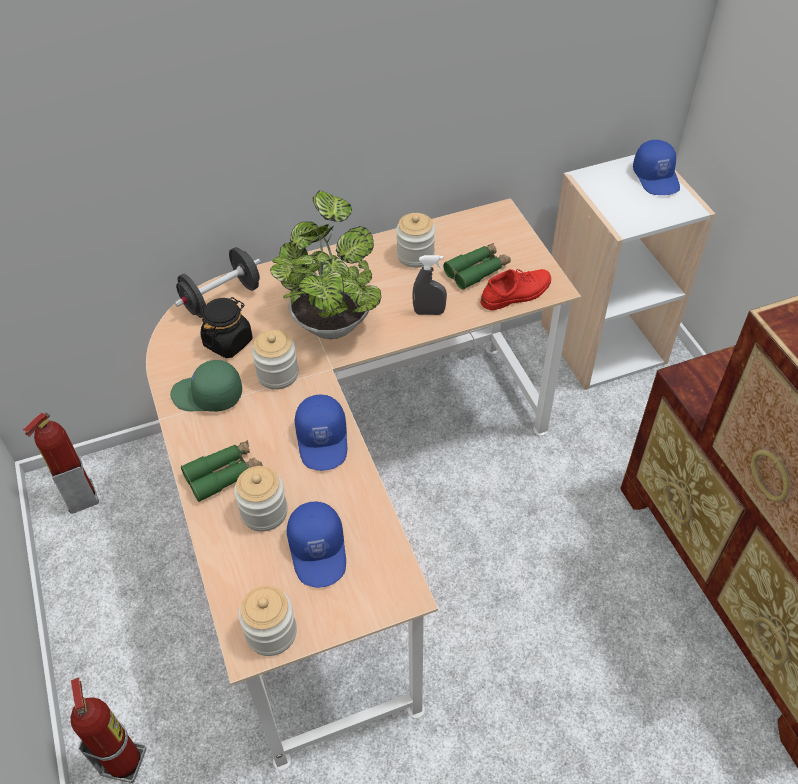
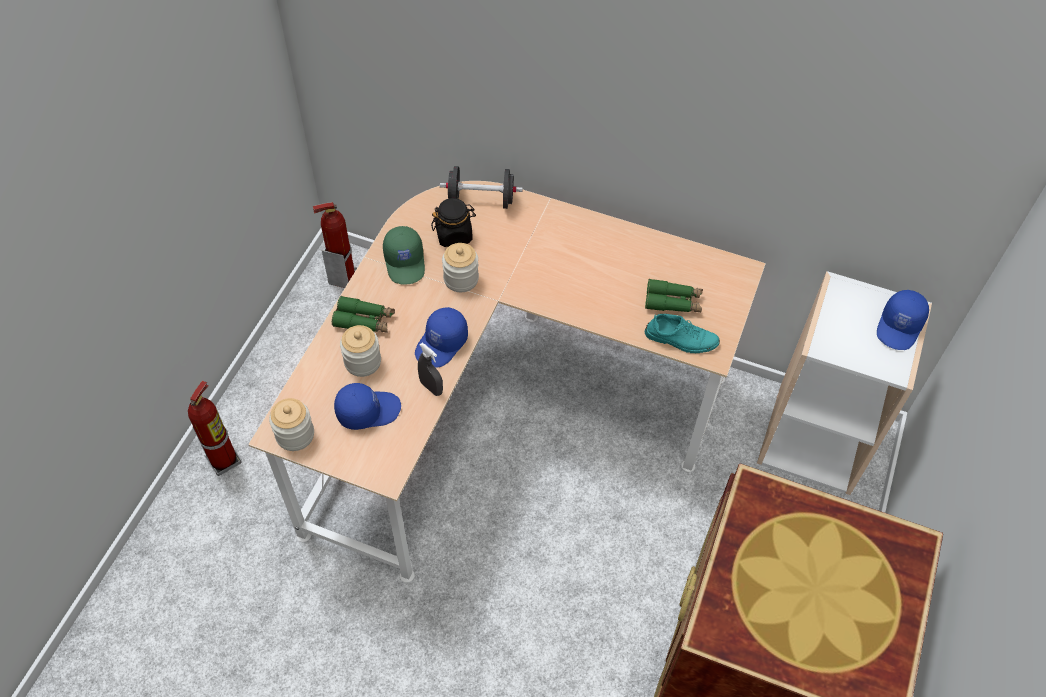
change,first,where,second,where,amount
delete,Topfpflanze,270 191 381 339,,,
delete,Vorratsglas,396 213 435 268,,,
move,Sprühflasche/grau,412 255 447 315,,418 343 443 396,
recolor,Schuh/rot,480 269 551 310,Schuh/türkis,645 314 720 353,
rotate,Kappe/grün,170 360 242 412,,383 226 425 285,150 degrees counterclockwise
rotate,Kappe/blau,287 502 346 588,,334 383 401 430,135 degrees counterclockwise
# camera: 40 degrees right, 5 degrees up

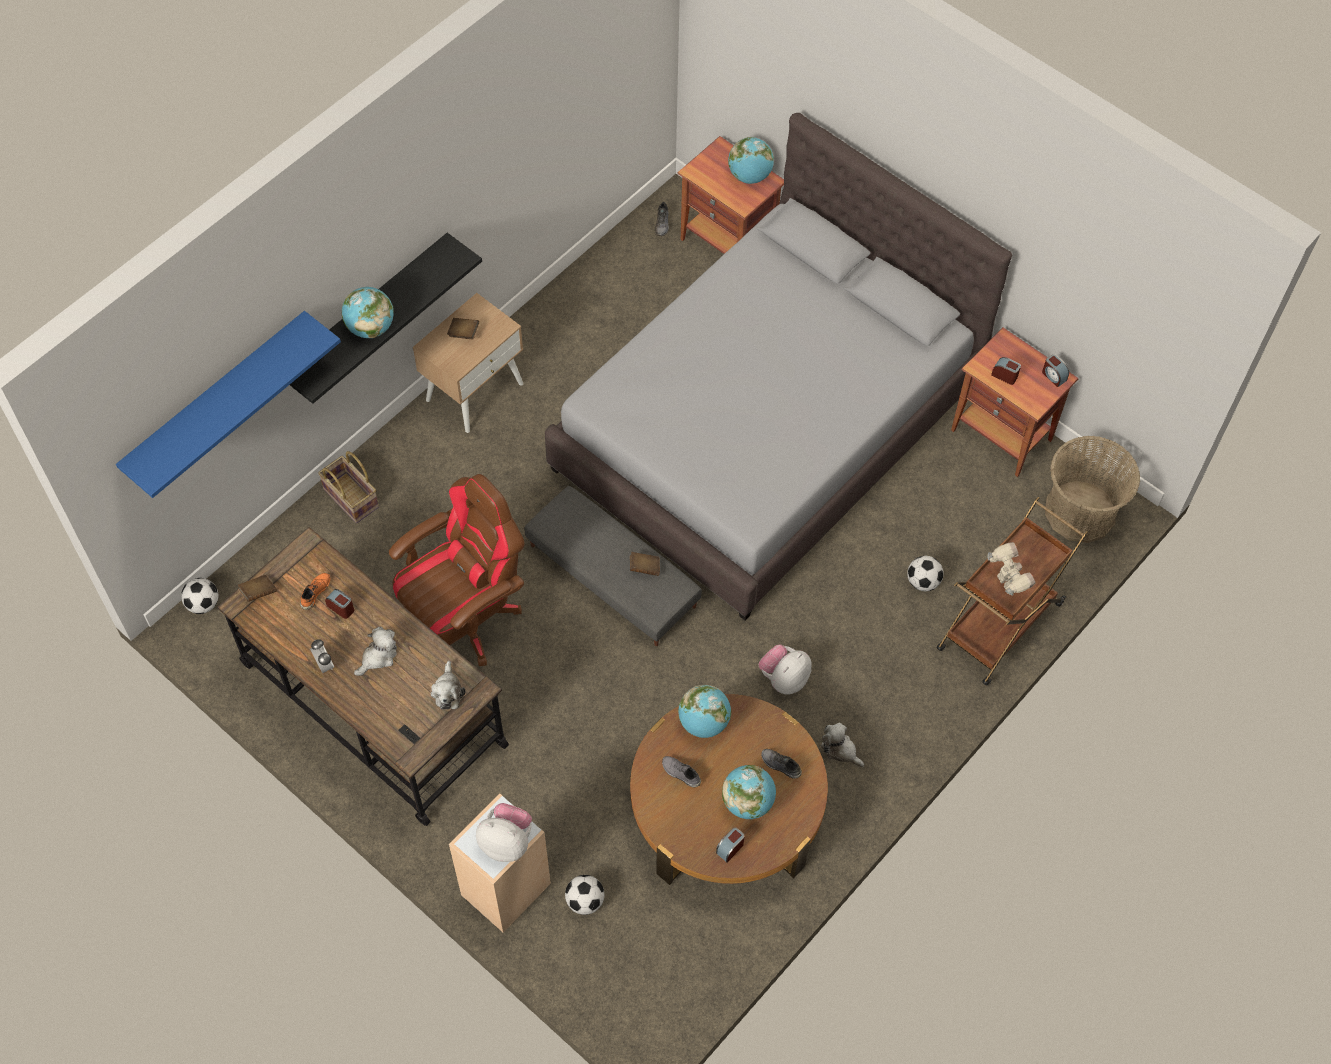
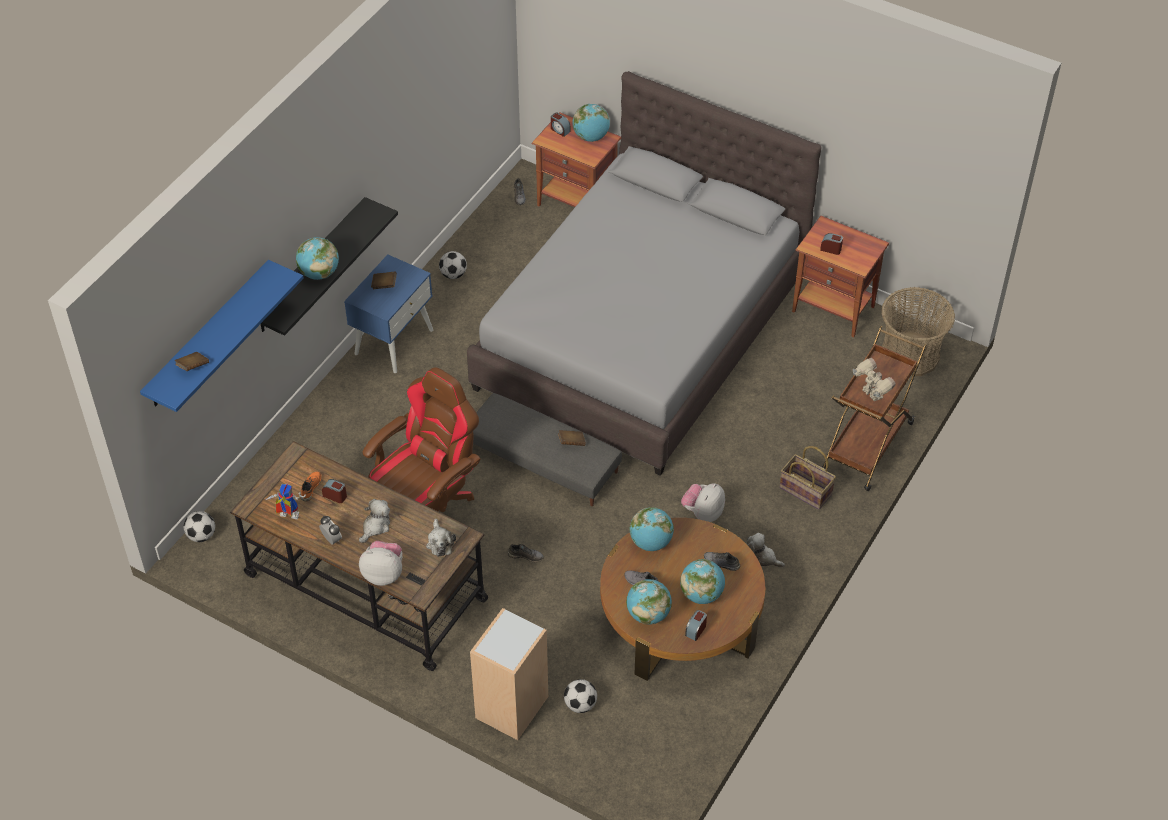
change,first,where,second,where,amount
insert,,,Spielzeugroboter,265 484 306 519,
insert,,,Schuh/grau,508 544 544 562,
insert,,,Globus,626 579 672 625,
move,Buch/braun,238 575 277 602,,175 352 209 371,
move,Korb,318 451 379 523,,780 446 836 510,
move,Plüschtier,476 803 532 862,,359 541 403 586,
move,Fußball,907 556 944 591,,439 251 467 279,
move,Wecker,1042 354 1069 387,,551 112 570 137,
recolor,Nachttisch/beige,413 293 524 433,Nachttisch/blau,344 254 433 373,
# camera: 10 degrees left, 10 degrees down

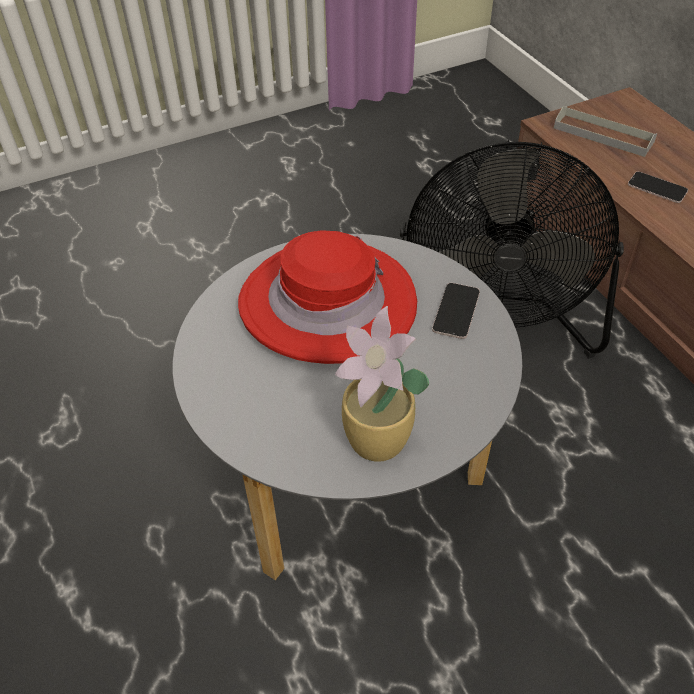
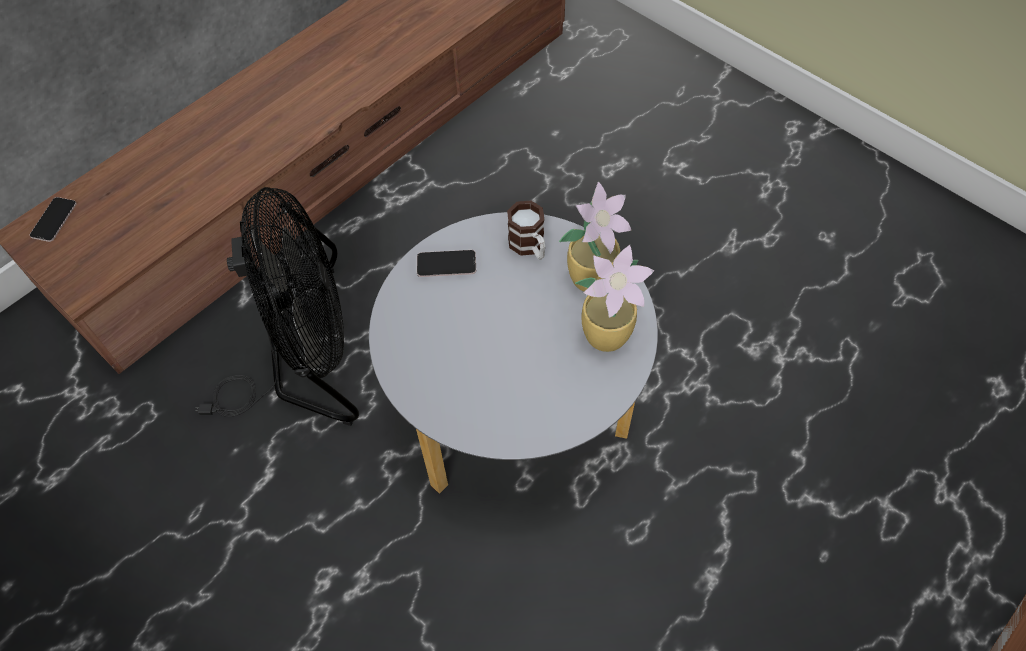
change,first,where,second,where,amount
delete,Hut/rot,238 230 417 364,,,
delete,Tablett/grau,554 106 657 157,,,
insert,,,Henkelbecher,507 201 546 260,
insert,,,Topfpflanze,575 244 655 352,
move,Handy,628 172 688 203,,30 197 77 242,
# camera: 110 degrees left, 10 degrees up

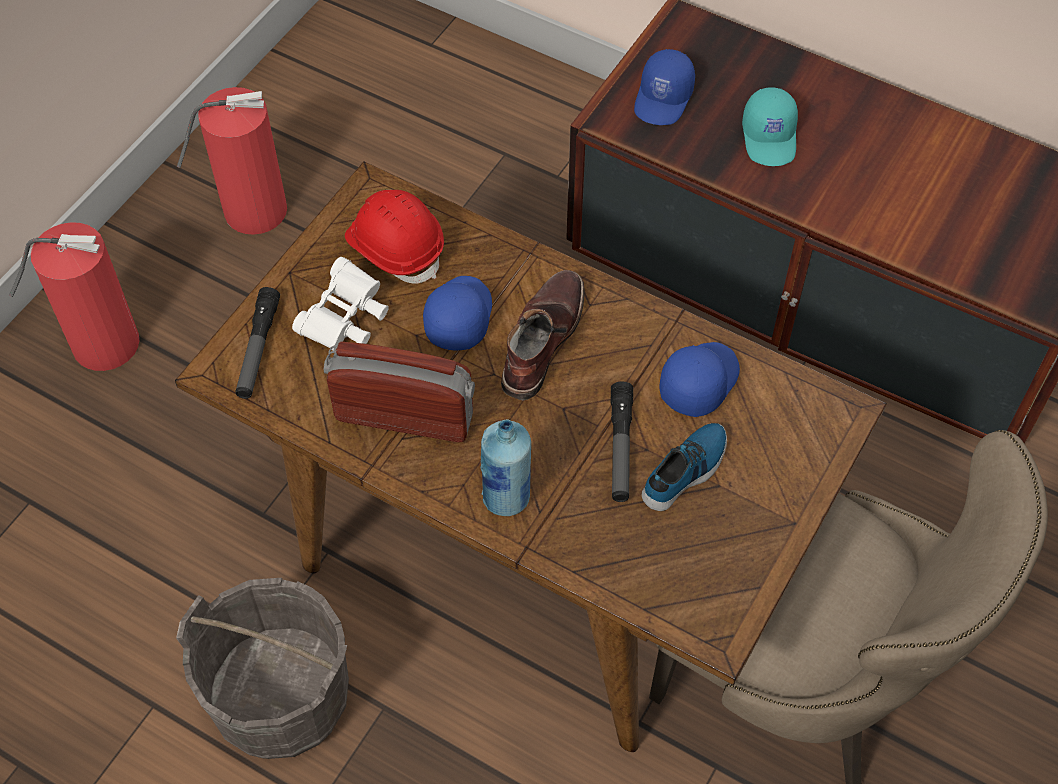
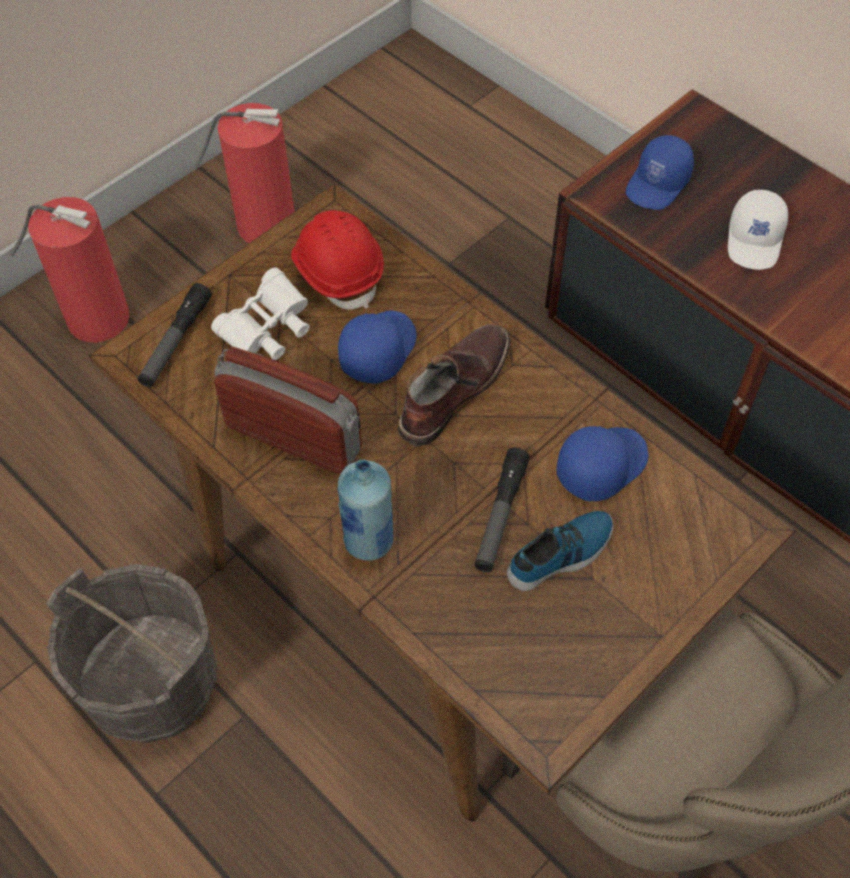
change,first,where,second,where,amount
recolor,Kappe/türkis,742 87 798 166,Kappe/weiß,728 190 788 270,
# camera: 15 degrees right, 0 degrees up

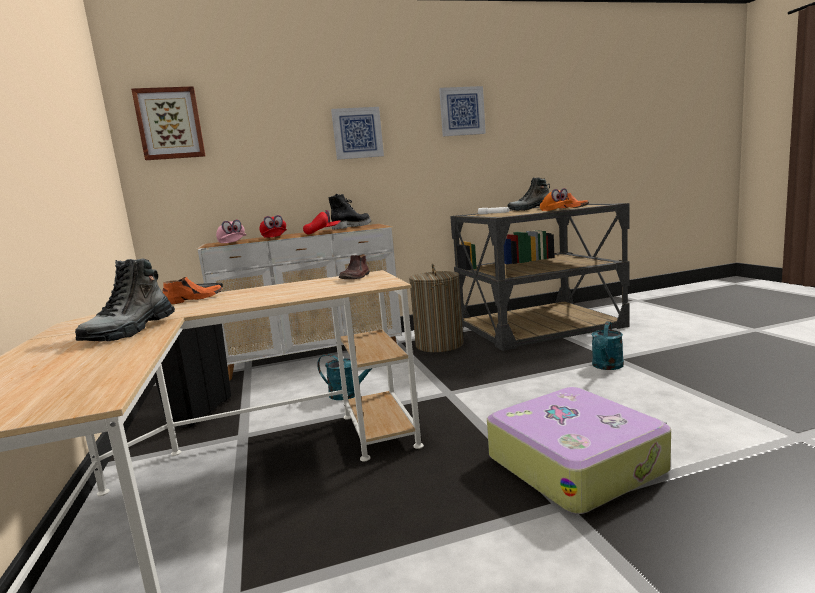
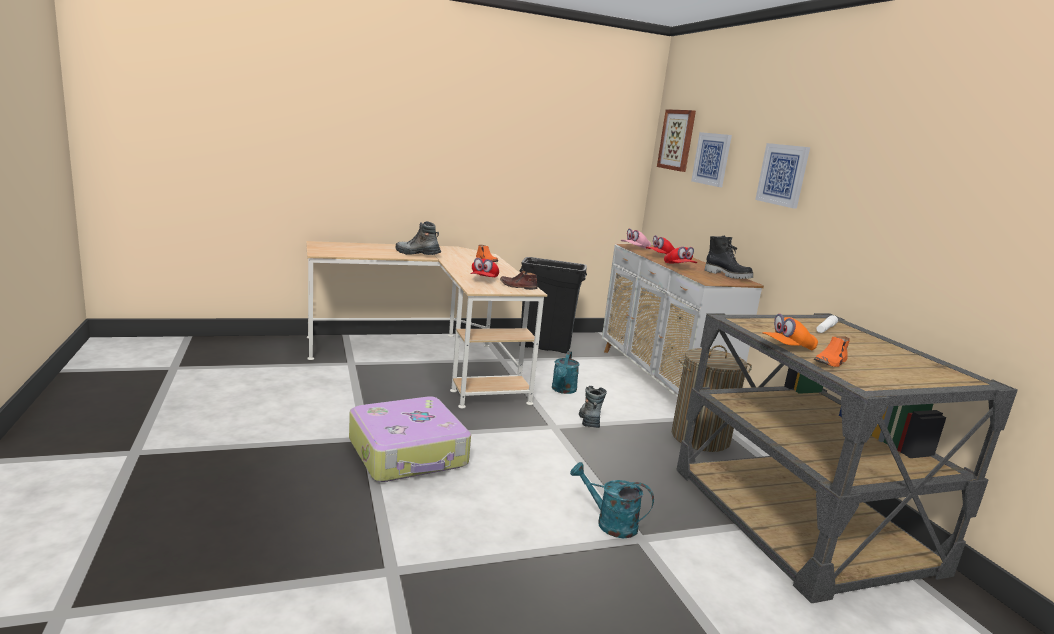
change,first,where,second,where,amount
insert,,,Kappe/rot,470 258 499 277,
move,Bild,439 86 486 136,,691 132 732 187,
move,Stiefel,508 178 550 211,,579 386 607 428,
# camera: 85 degrees right, 5 degrees up

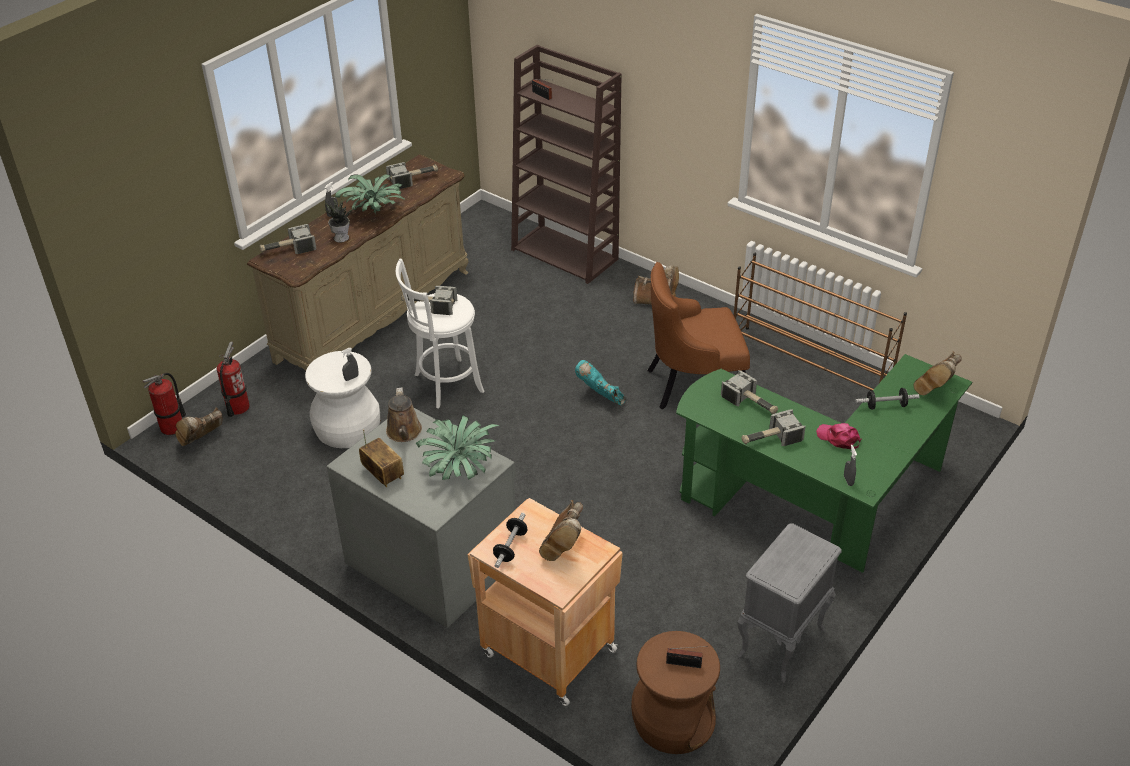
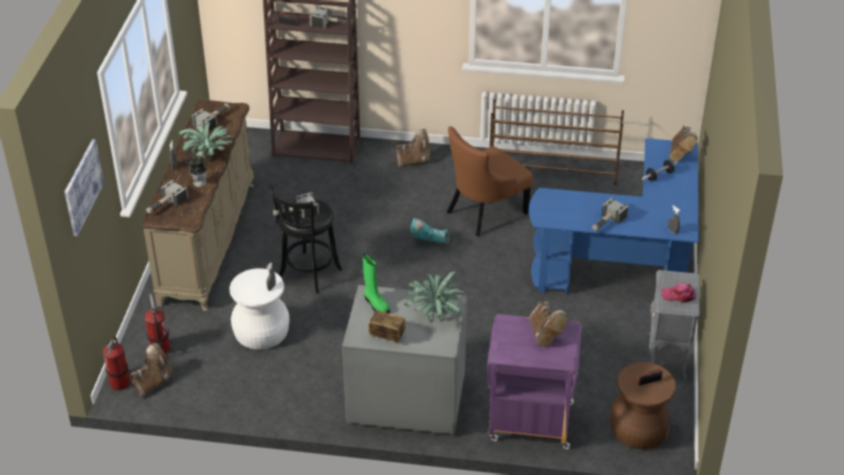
change,first,where,second,where,amount
delete,Hantel,493 513 527 568,,,
insert,,,Bild,65 139 104 236,
move,Hammer,721 370 778 414,,310 6 352 29,
move,Kappe/rosa,816 423 862 449,,661 282 696 302,
replace,Gießkanne/braun,386 387 422 442,Stiefel/grün,363 253 390 313,
recolor,Hocker/weiß,396 258 484 409,Hocker/schwarz,268 183 342 293,
recolor,Rollwagen/braun,467 498 623 706,Rollwagen/lila,487 314 582 449,
recolor,Schreibtisch/grün,676 354 972 573,Schreibtisch/blau,529 138 699 295,
rotate,Stiefel/braun,175 408 222 446,,130 343 173 398,150 degrees counterclockwise
# camera: 30 degrees left, 0 degrees up

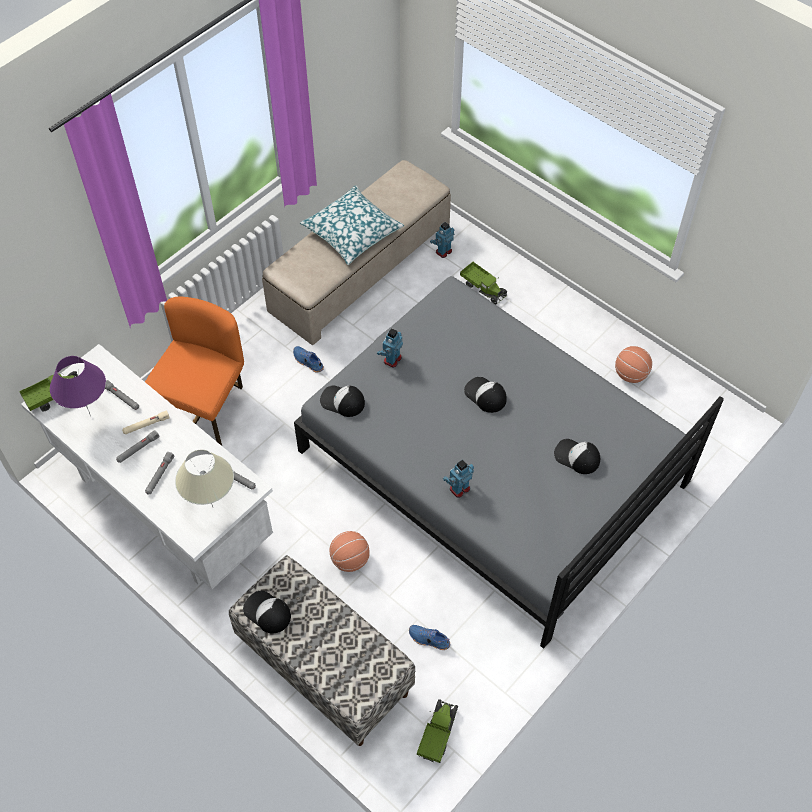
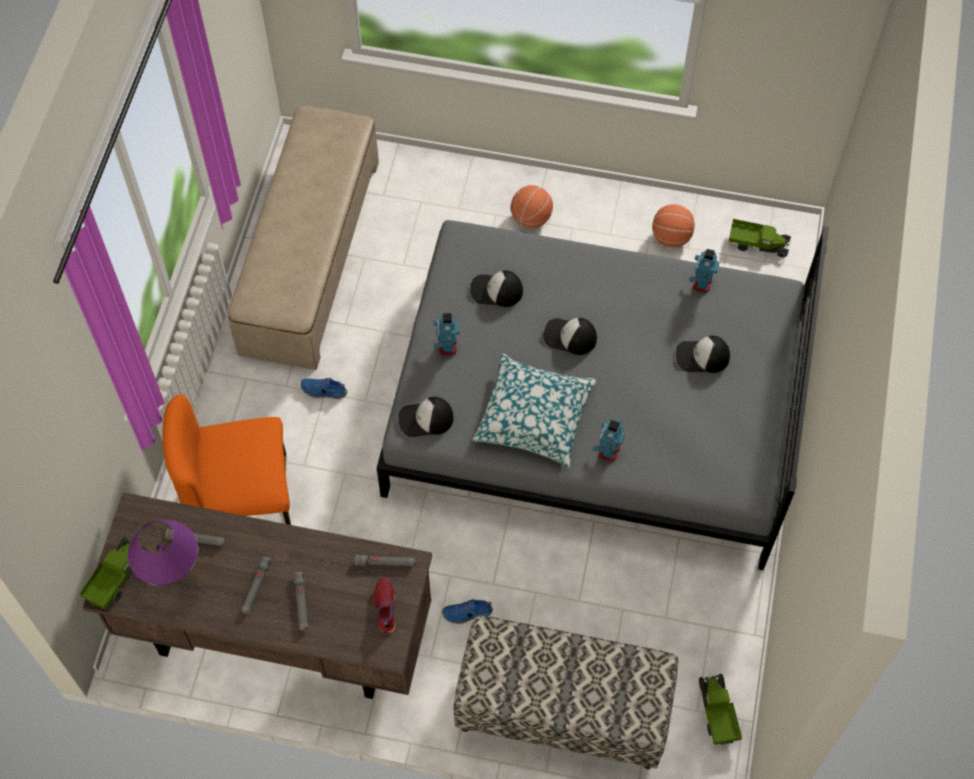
change,first,where,second,where,amount
delete,Taschenlampe/beige,122 411 170 434,,,
move,Kappe,243 591 291 633,,470 270 523 307,
move,Kissen,300 185 404 265,,472 354 596 468,
move,Basketball,330 531 370 572,,511 185 553 228,
move,Schuh/blau,409 625 450 650,,442 599 493 624,
move,Spielzeugroboter,430 222 455 258,,689 249 719 293,
move,Spielzeuglaster,460 262 507 305,,729 219 791 257,
replace,Tischlampe/beige,175 449 234 507,Schuh/rot,373 577 395 633,
recolor,Schreibtisch/weiß,21 344 273 589,Schreibtisch/braun,83 492 432 699,
rotate,Stuhl/orange,145 296 244 446,,162 394 291 525,90 degrees counterclockwise
# camera: 30 degrees left, 5 degrees up

